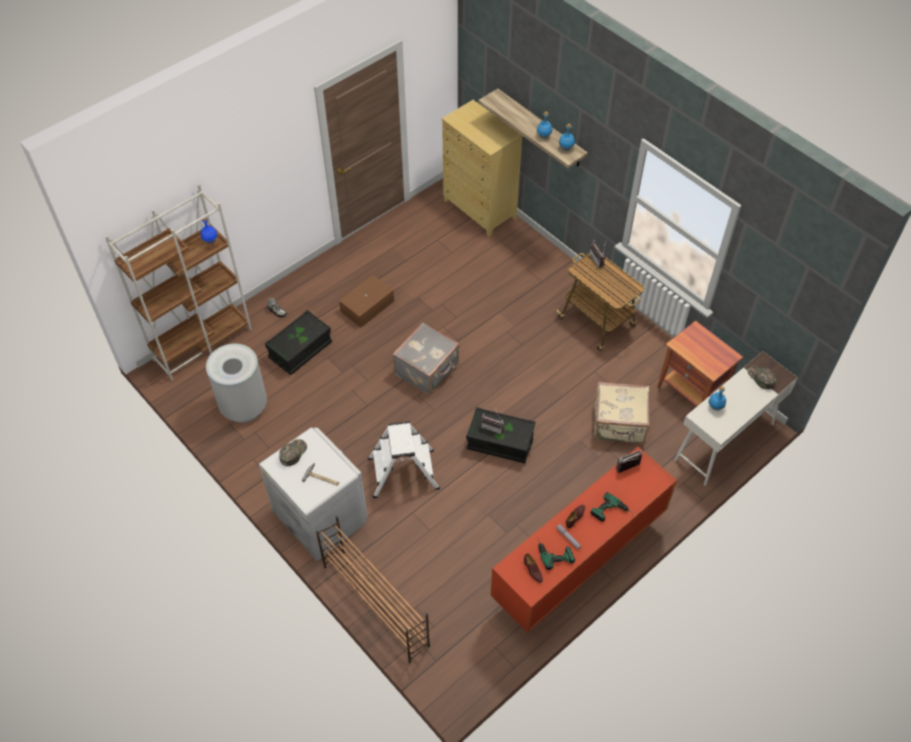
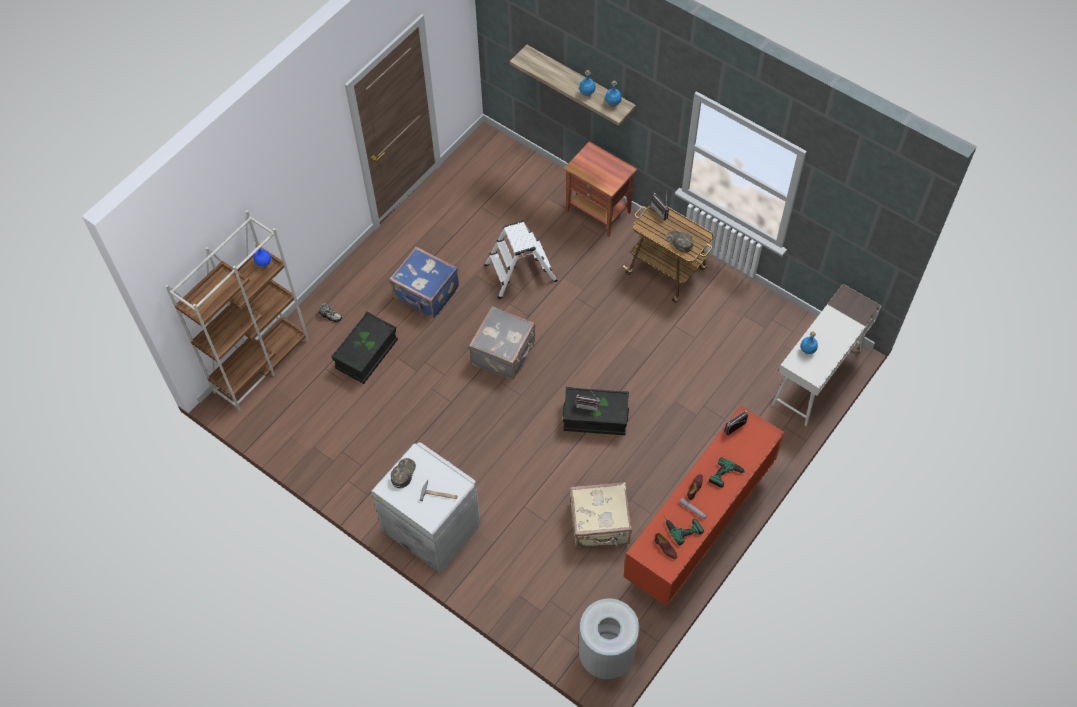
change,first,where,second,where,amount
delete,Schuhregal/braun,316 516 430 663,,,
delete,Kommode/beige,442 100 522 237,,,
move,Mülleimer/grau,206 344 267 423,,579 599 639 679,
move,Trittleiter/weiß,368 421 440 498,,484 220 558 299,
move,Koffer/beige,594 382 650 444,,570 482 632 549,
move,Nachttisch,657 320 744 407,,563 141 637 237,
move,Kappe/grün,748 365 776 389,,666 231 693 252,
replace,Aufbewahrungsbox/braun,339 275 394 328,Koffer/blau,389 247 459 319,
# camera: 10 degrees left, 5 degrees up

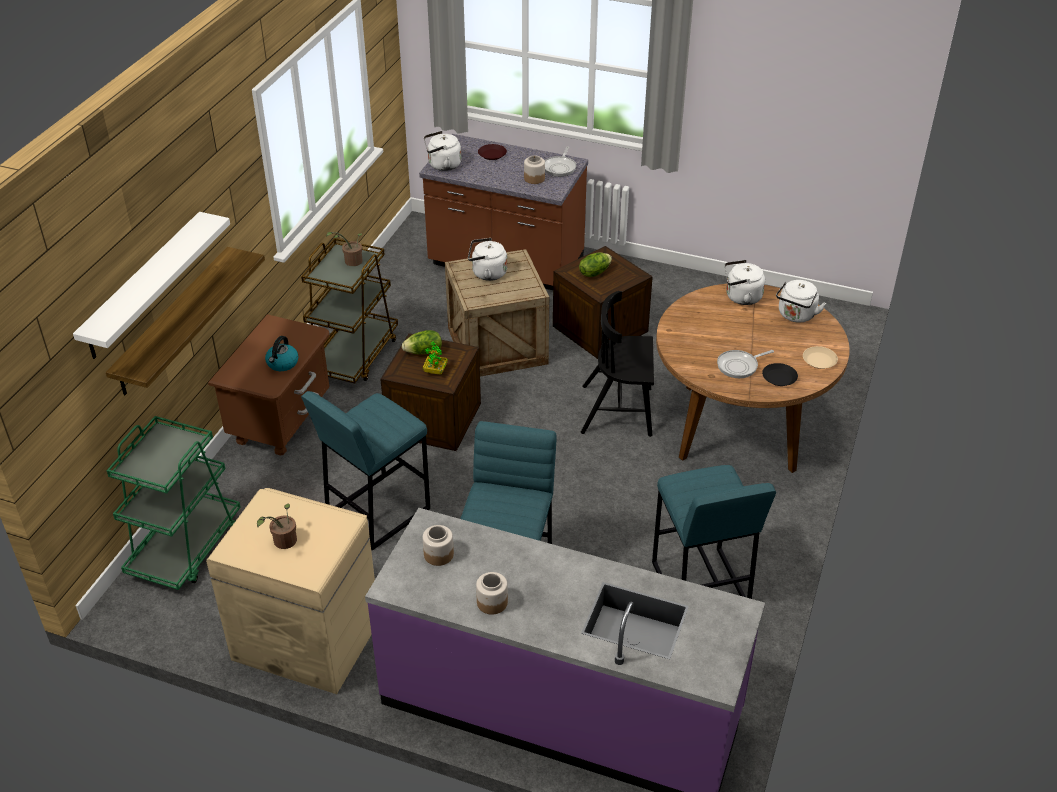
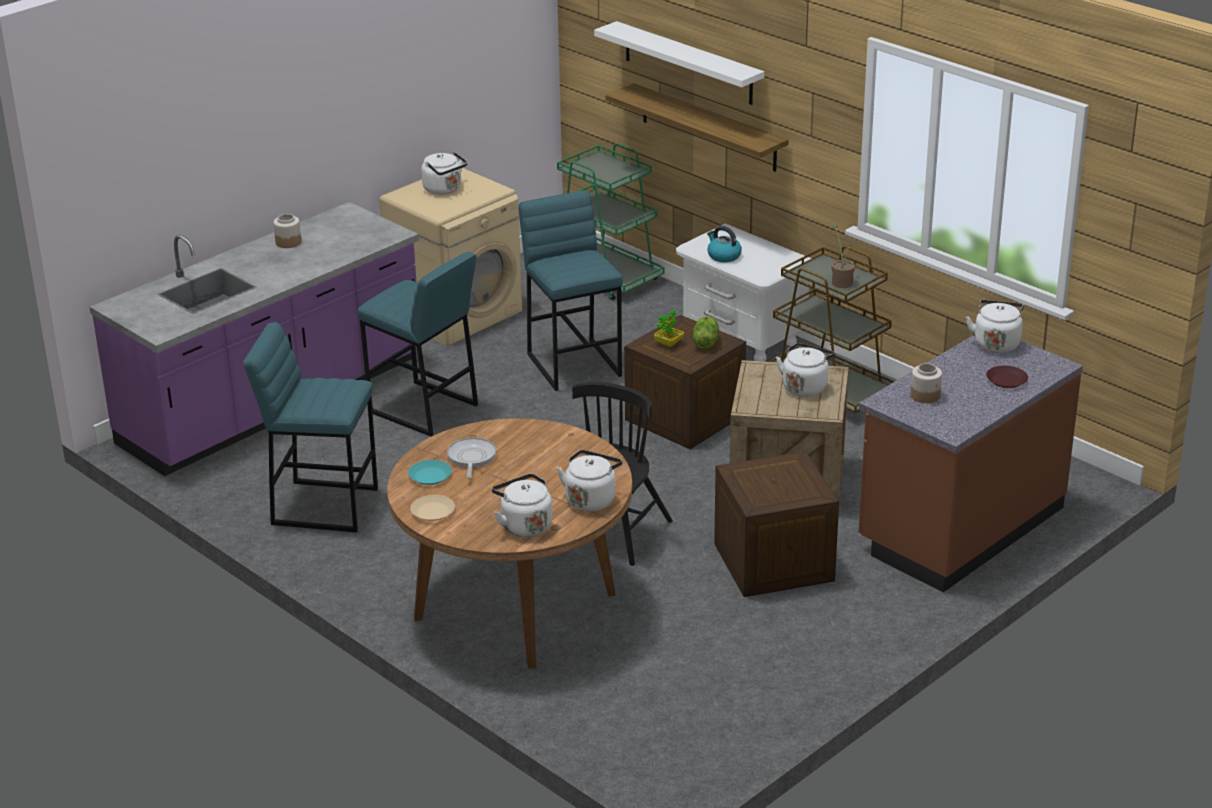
change,first,where,second,where,amount
delete,Vorratsglas,423 525 454 566,,,
delete,Pfanne,545 146 576 177,,,
delete,Salatkopf,579 253 612 277,,,
replace,Topfpflanze,257 504 297 549,Wasserkessel/weiß,421 152 468 195,
recolor,Nachttisch/braun,208 314 330 455,Nachttisch/weiß,676 224 812 362,
recolor,Teller/schwarz,762 363 798 386,Teller/türkis,408 460 452 485,
# camera: 115 degrees right, 10 degrees down

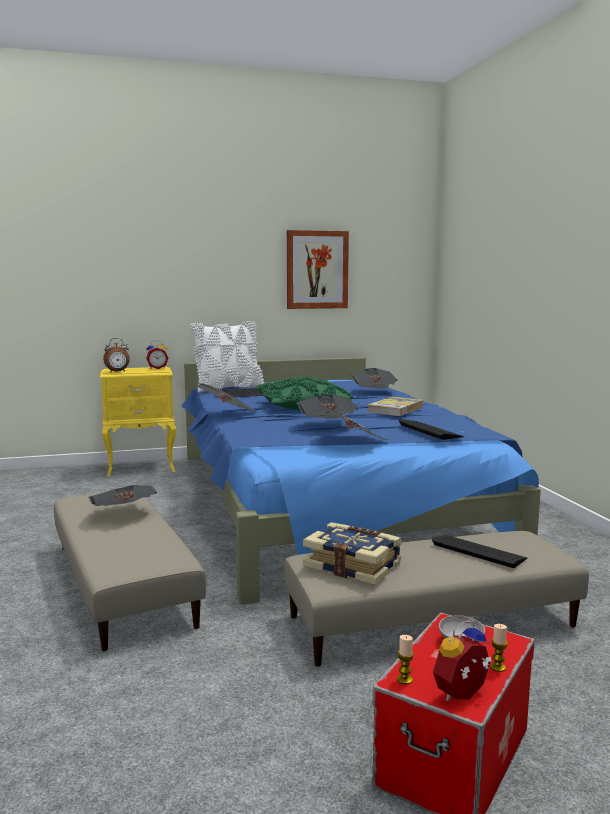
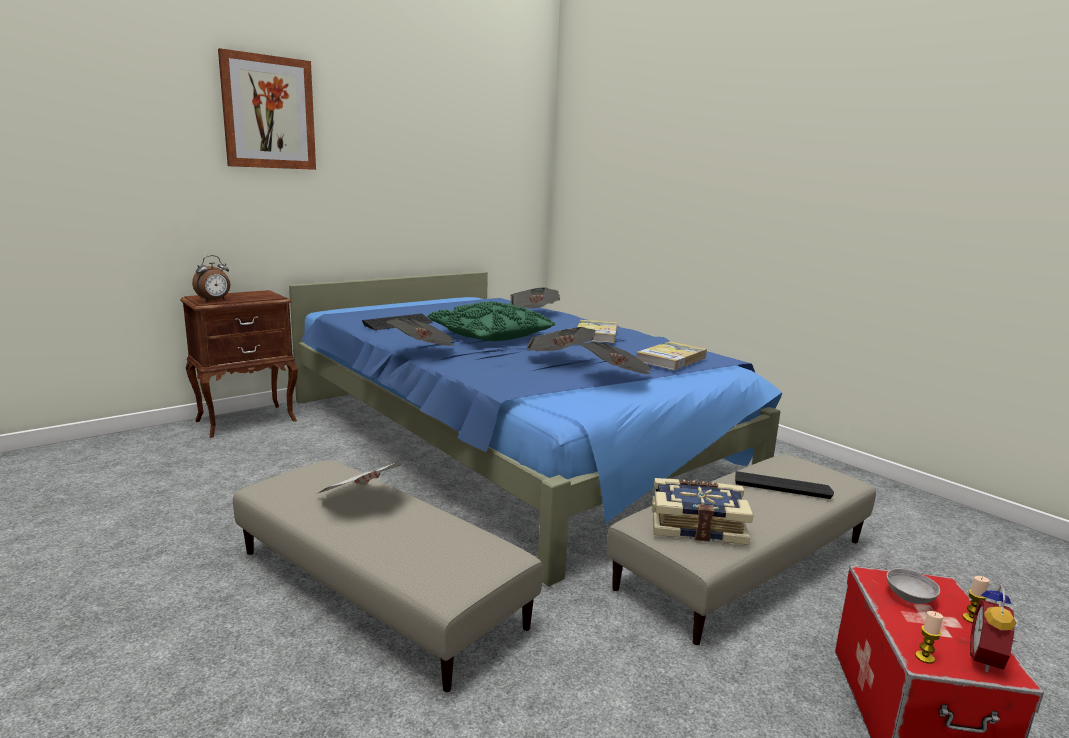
change,first,where,second,where,amount
delete,Wecker,146 340 168 369,,,
delete,Kissen/weiß,190 321 264 393,,,
move,Bild,287 230 349 309,,218 48 316 170,
replace,Tastatur,399 419 464 440,Buch,636 341 707 370,
recolor,Nachttisch/gelb,100 367 176 477,Nachttisch/braun,180 290 298 438,
# camera: 25 degrees left, 5 degrees up

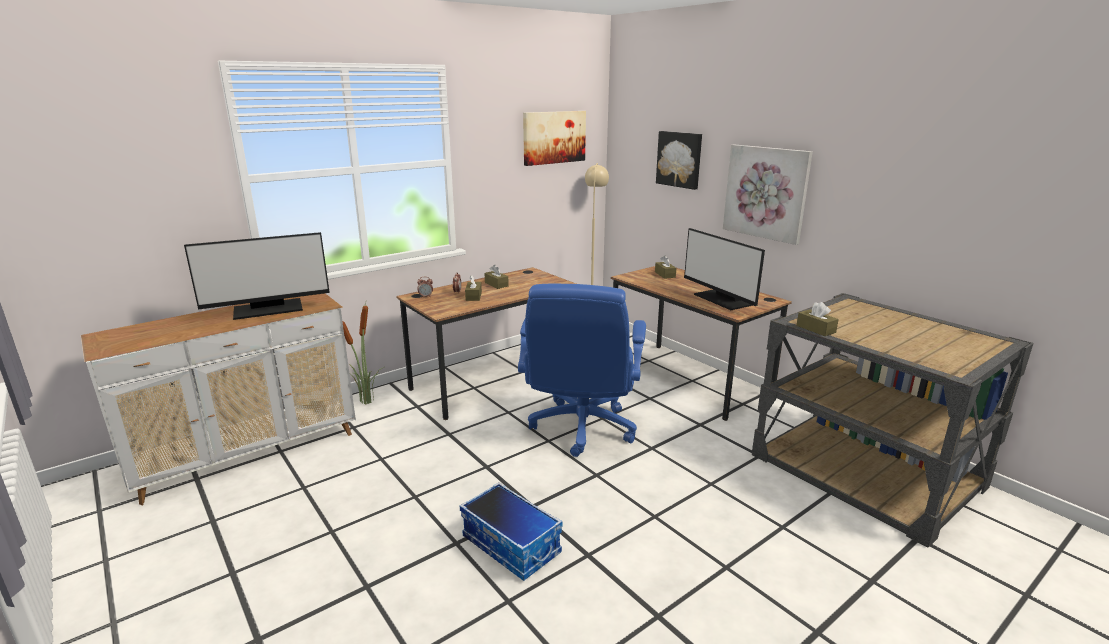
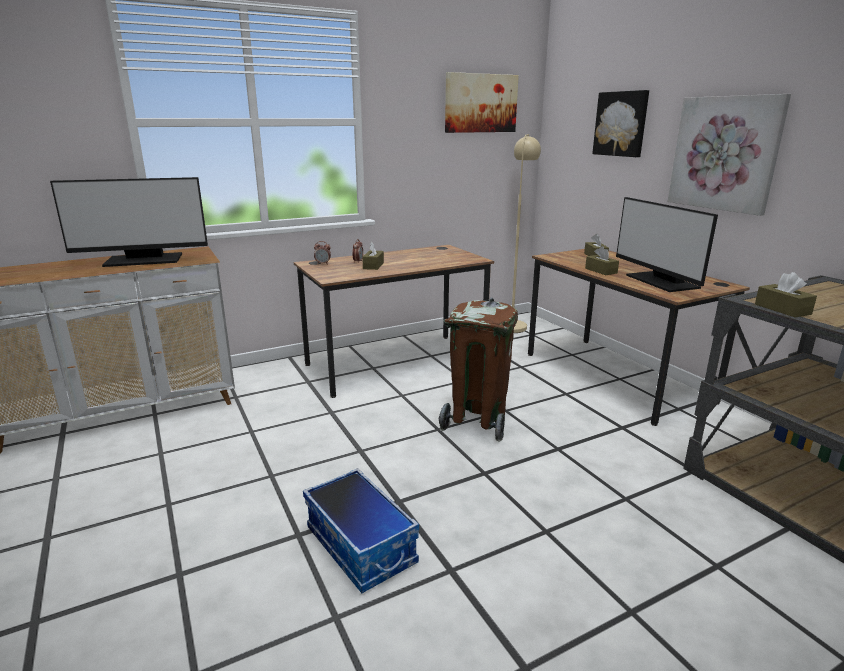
change,first,where,second,where,amount
delete,Topfpflanze,342 304 384 404,,,
move,Taschentuchbox/braun,485 265 509 289,,585 246 619 275,
replace,Bürostuhl/blau,518 284 646 457,Mülleimer/braun,439 297 518 442,
# camera: 10 degrees right, 0 degrees up

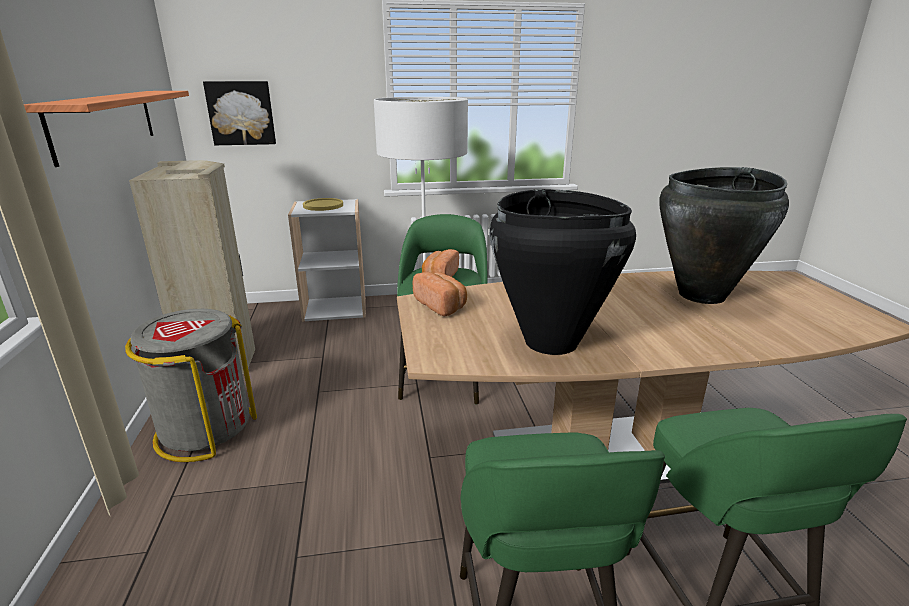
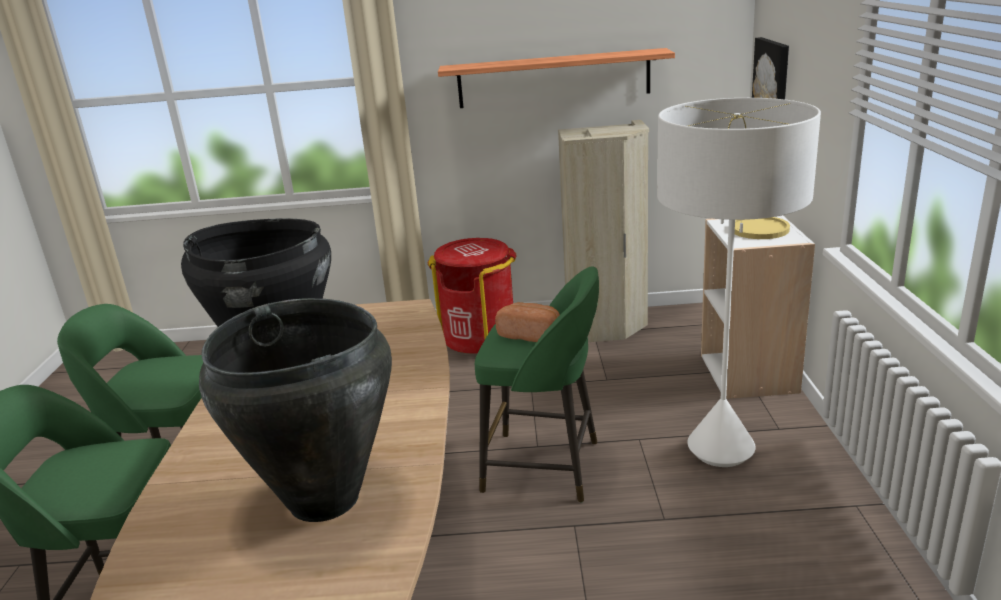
change,first,where,second,where,amount
delete,Brot,412 272 467 316,,,
recolor,Mülleimer/grau,125 309 257 462,Mülleimer/rot,428 238 517 354,
# camera: 100 degrees right, 0 degrees up

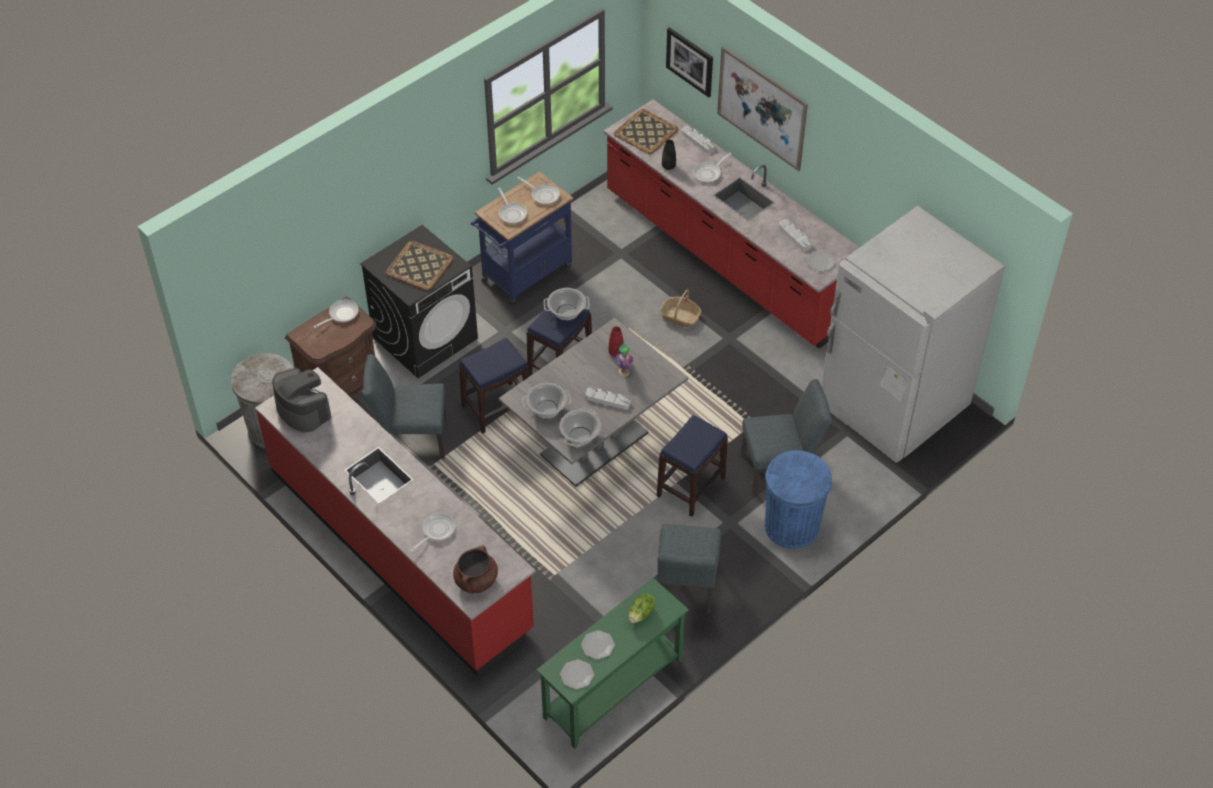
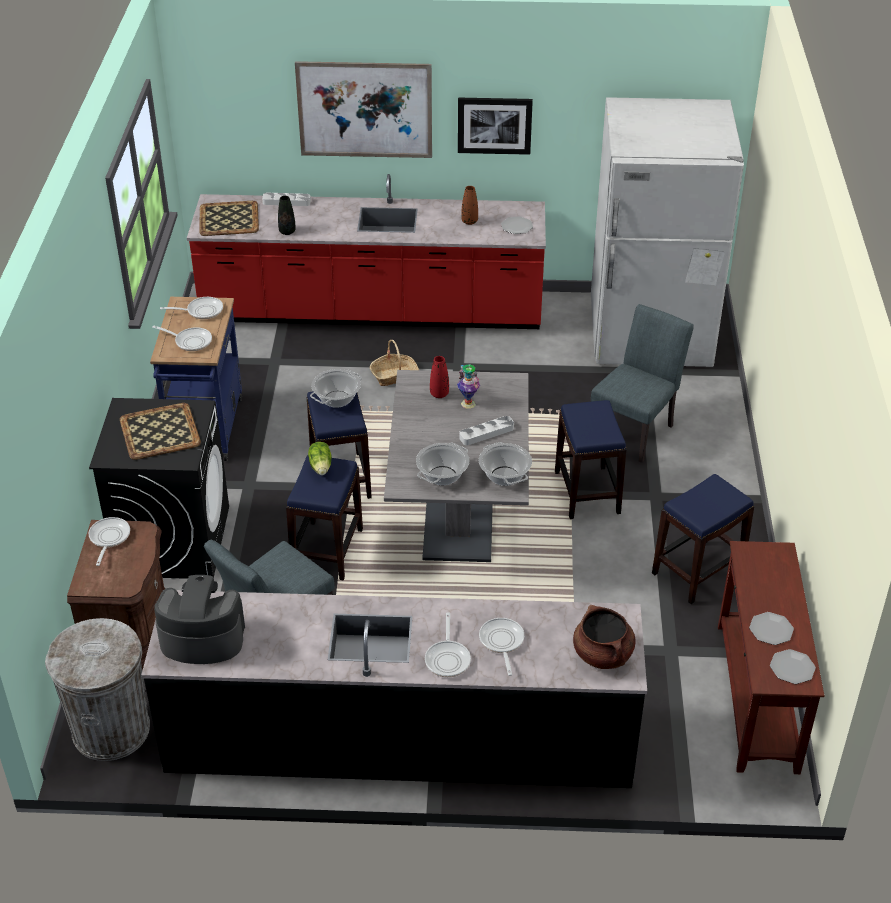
change,first,where,second,where,amount
delete,Mülleimer/blau,764 450 832 549,,,
move,Salatkopf,629 593 656 623,,308 442 332 475,
move,Bild,666 27 713 97,,458 98 533 155,
move,Pfanne,693 153 731 183,,425 612 471 677,
replace,Stuhl/grau,658 524 721 613,Hocker,652 474 754 604,
replace,Tablett/grau,779 219 812 251,Vase/braun,461 186 478 225,
recolor,Küchenzeile/rot,255 367 536 677,Küchenzeile/schwarz,141 590 647 788,
recolor,Konsolentisch/grün,536 578 689 749,Konsolentisch/braun,718 541 824 774,
# camera: 45 degrees left, 10 degrees down

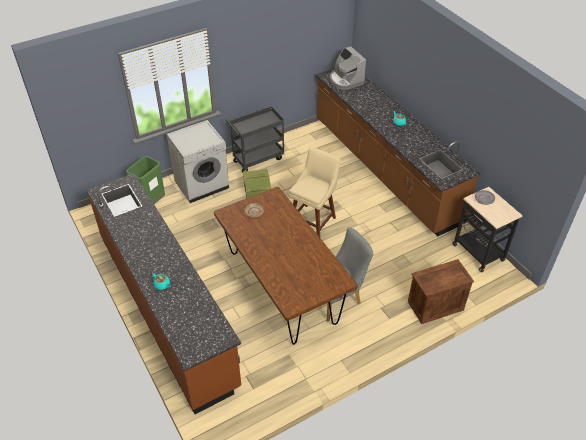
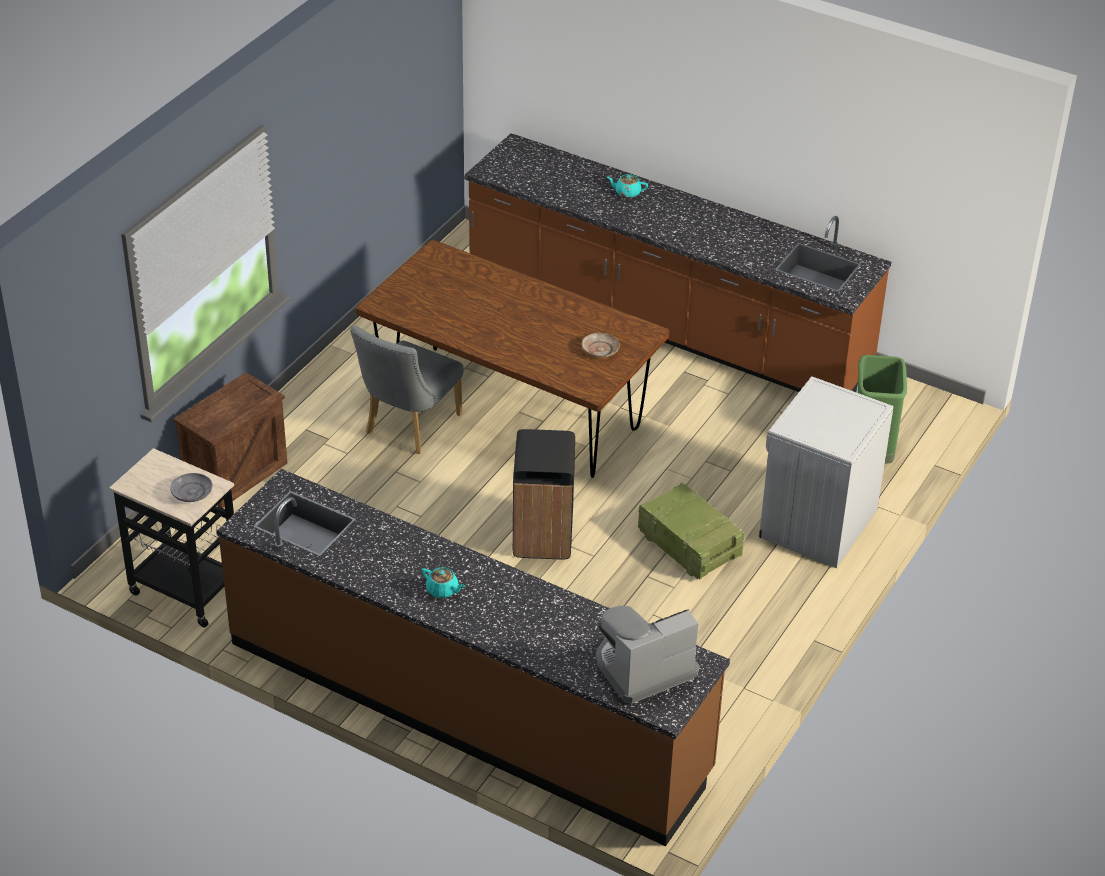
change,first,where,second,where,amount
delete,Rollwagen/grau,226 107 284 172,,,
replace,Hocker/beige,288 148 341 237,Mülleimer/schwarz,513 429 575 559,
rotate,Kaffeemaschine,330 46 366 90,,596 605 699 704,60 degrees counterclockwise
# camera: 150 degrees right, 5 degrees down

